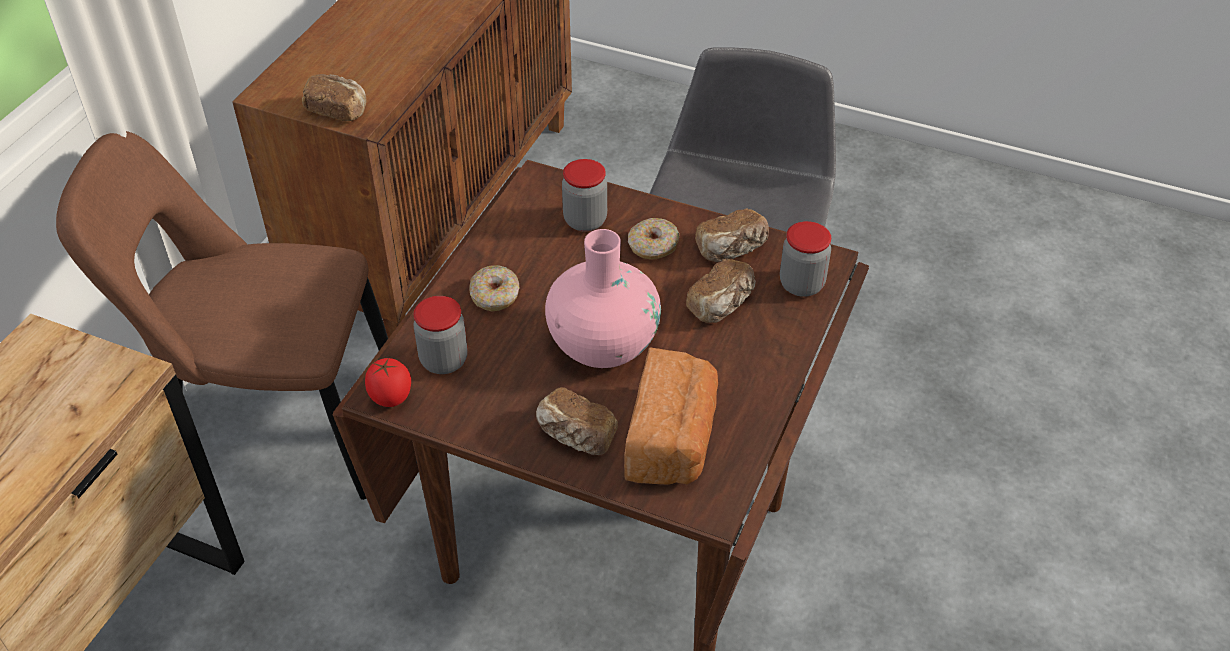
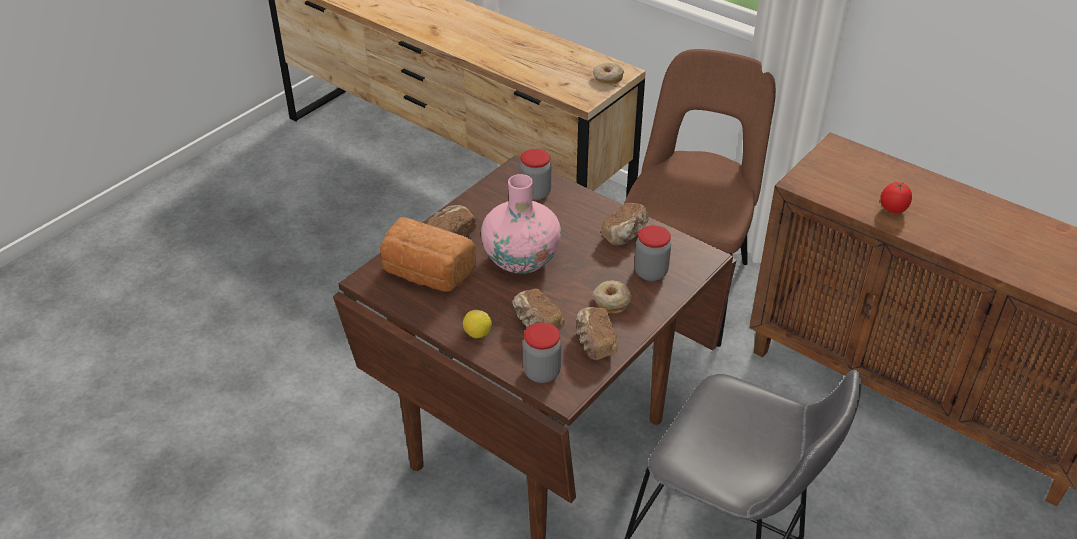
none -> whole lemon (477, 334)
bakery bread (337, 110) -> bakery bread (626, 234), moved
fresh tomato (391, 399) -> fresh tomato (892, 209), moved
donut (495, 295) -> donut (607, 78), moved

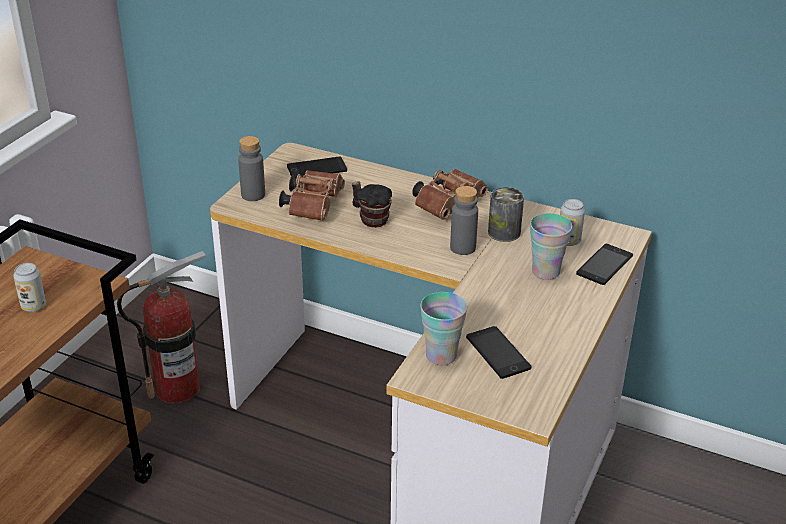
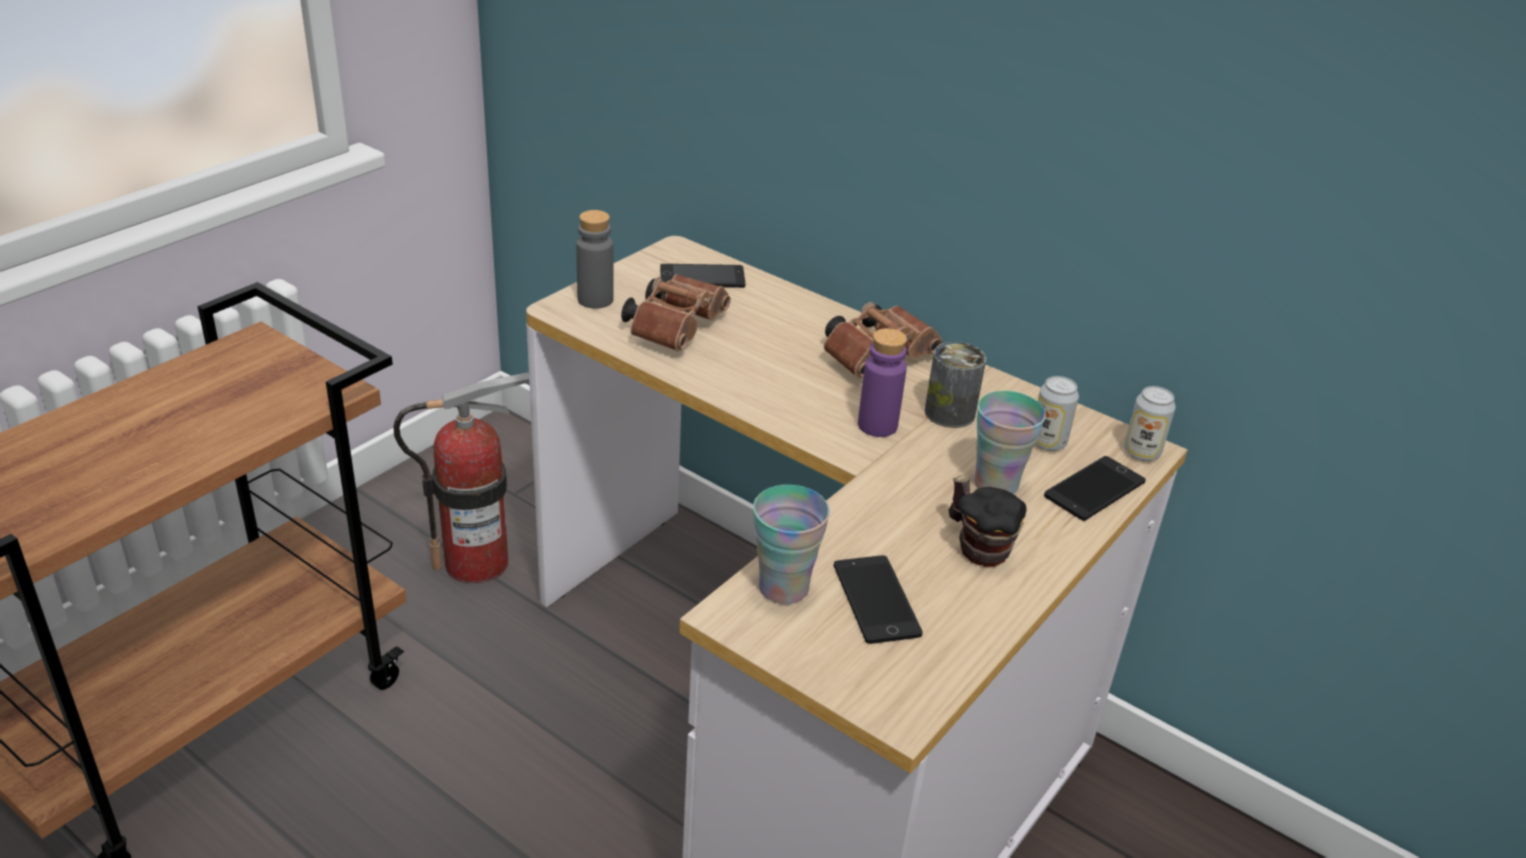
can (34, 306) -> can (1141, 452), moved
tea mug (370, 219) -> tea mug (977, 547), moved
beverage bottle/grey (463, 248) -> beverage bottle/purple-coloured (877, 425)

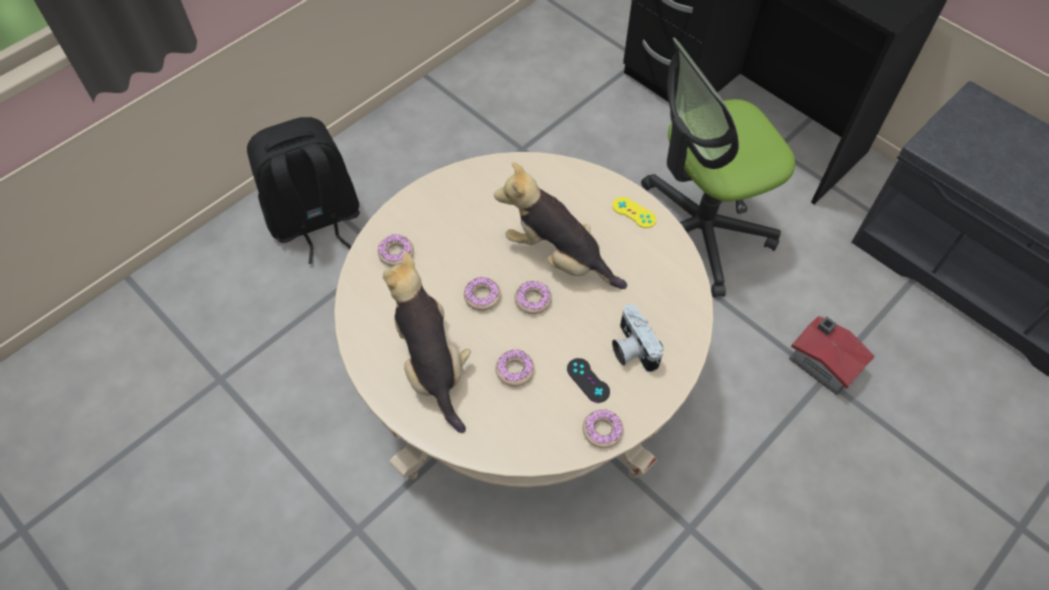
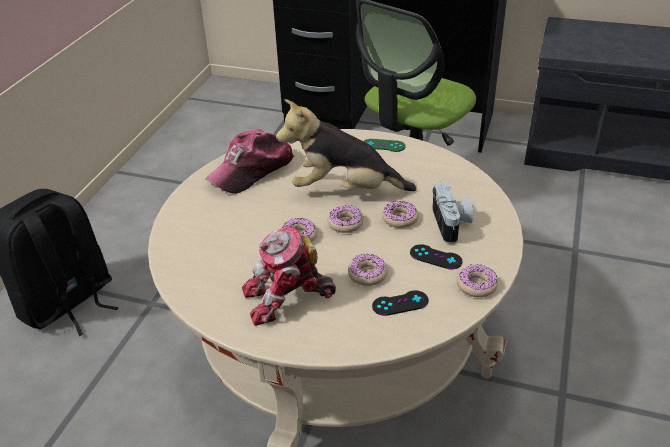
toy house (823, 362) -> none
none -> cap (252, 170)
none -> joypad/black (400, 303)
donut (396, 253) -> donut (400, 218), moved
cuddly toy (431, 364) -> toy robot (287, 298)
joypad/yellowish (634, 212) -> joypad/greenish (383, 145)
still camera (631, 348) -> still camera (452, 224), 135 degrees counterclockwise

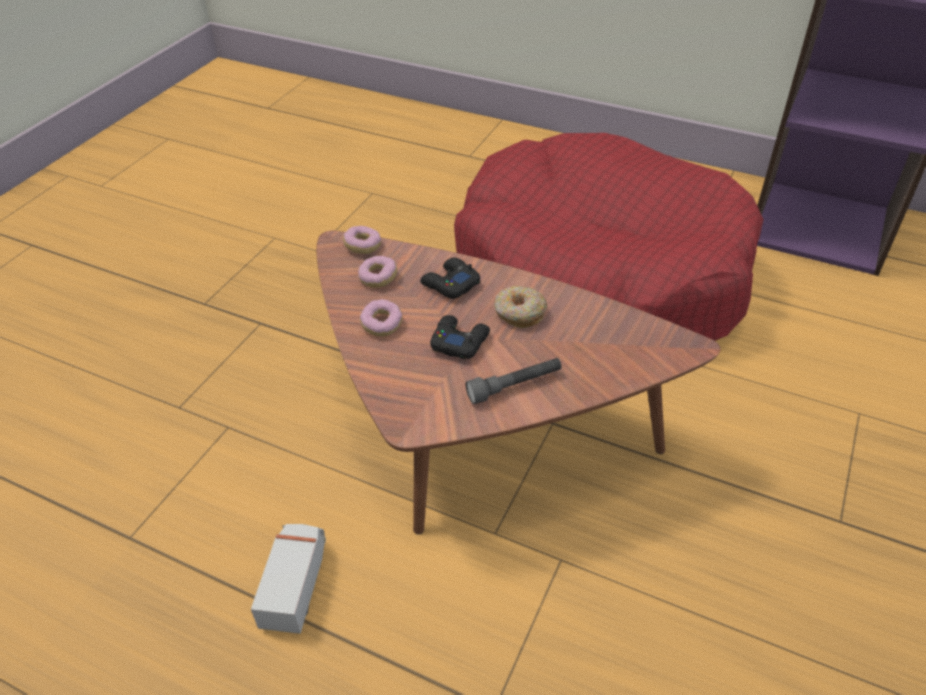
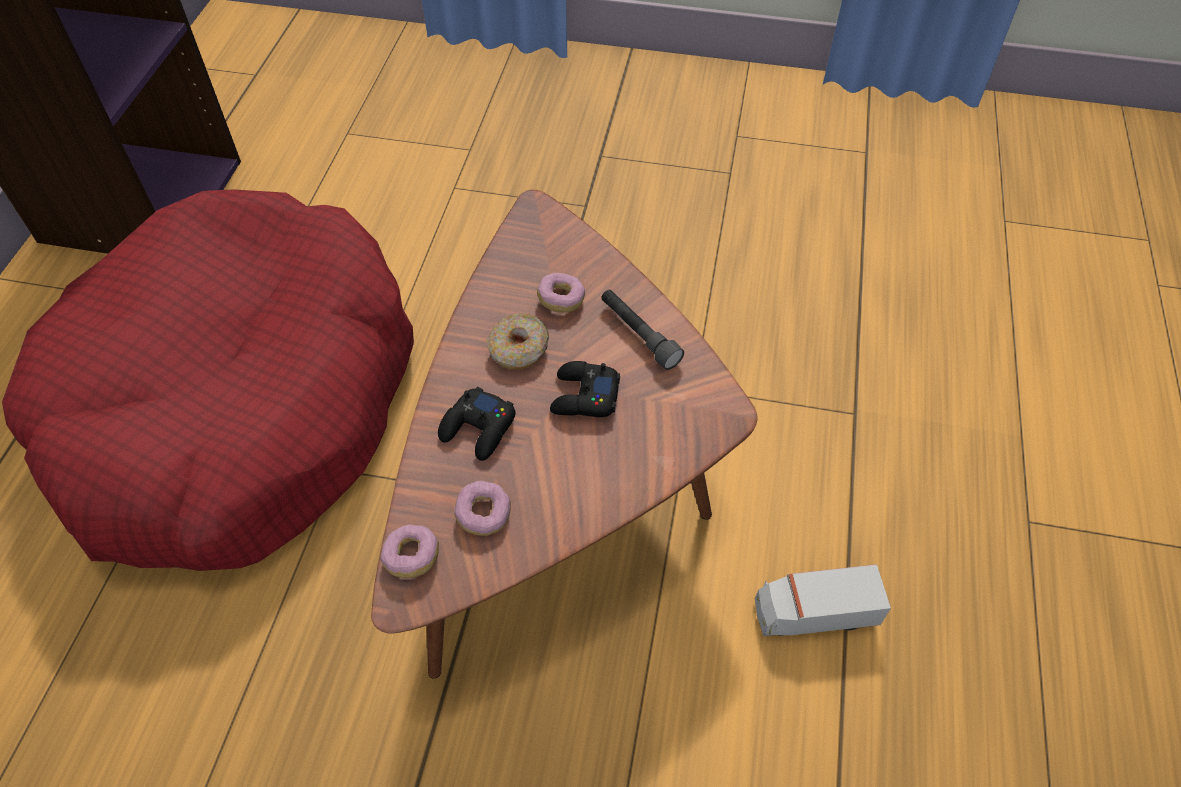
donut (381, 325) -> donut (561, 300), moved

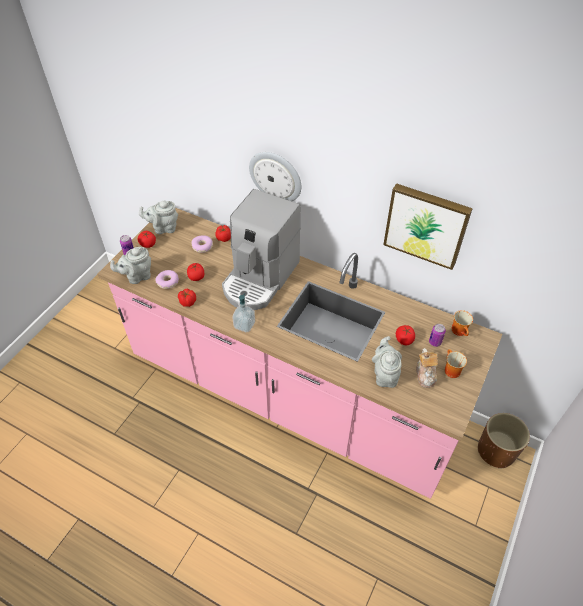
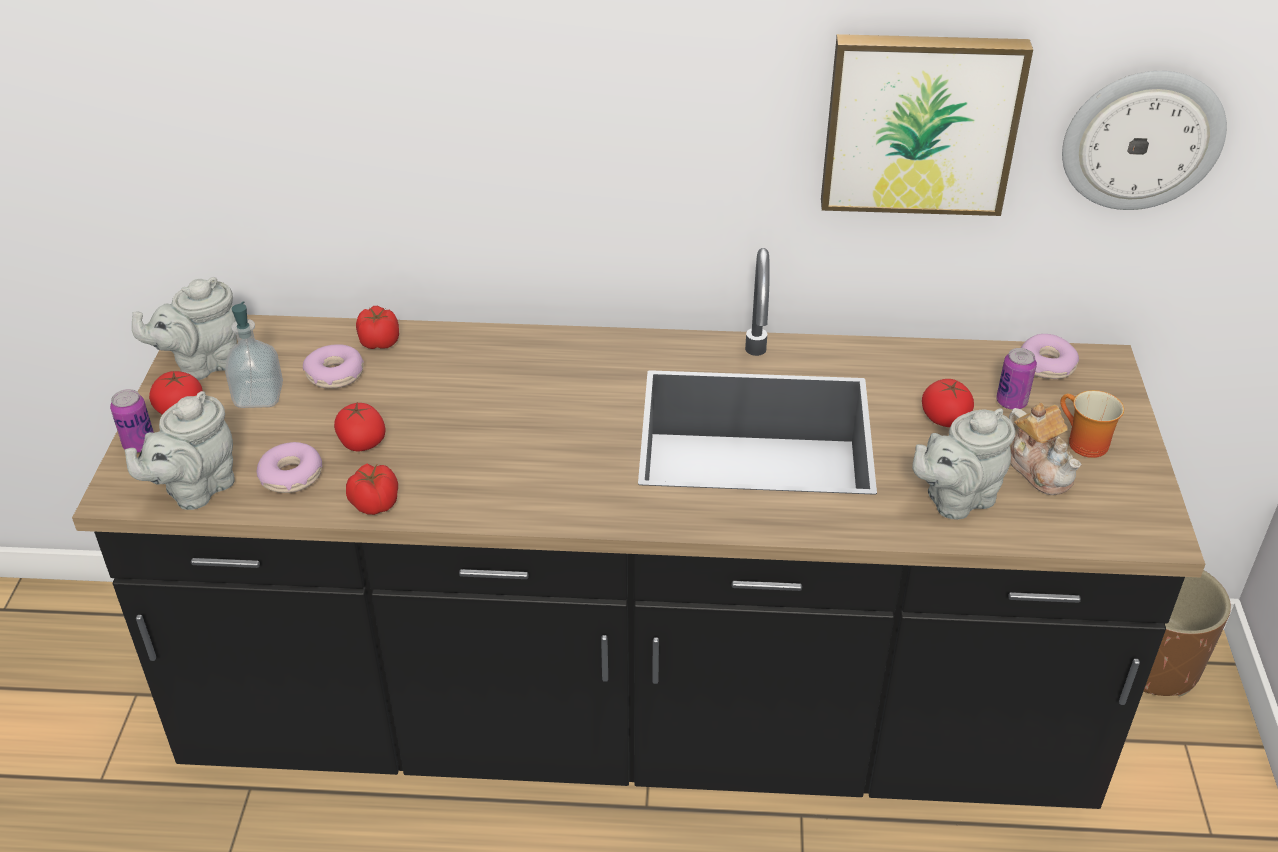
coffee brewer (260, 278) -> none
soap dispenser (244, 325) -> soap dispenser (259, 396), moved
wall clock (276, 176) -> wall clock (1142, 139), moved
tea mug (460, 331) -> donut (1046, 365)
kitchen base unit/pinkish (291, 393) -> kitchen base unit/black (639, 715)
teapot/grey (385, 374) -> teapot/grey (955, 499), 90 degrees counterclockwise

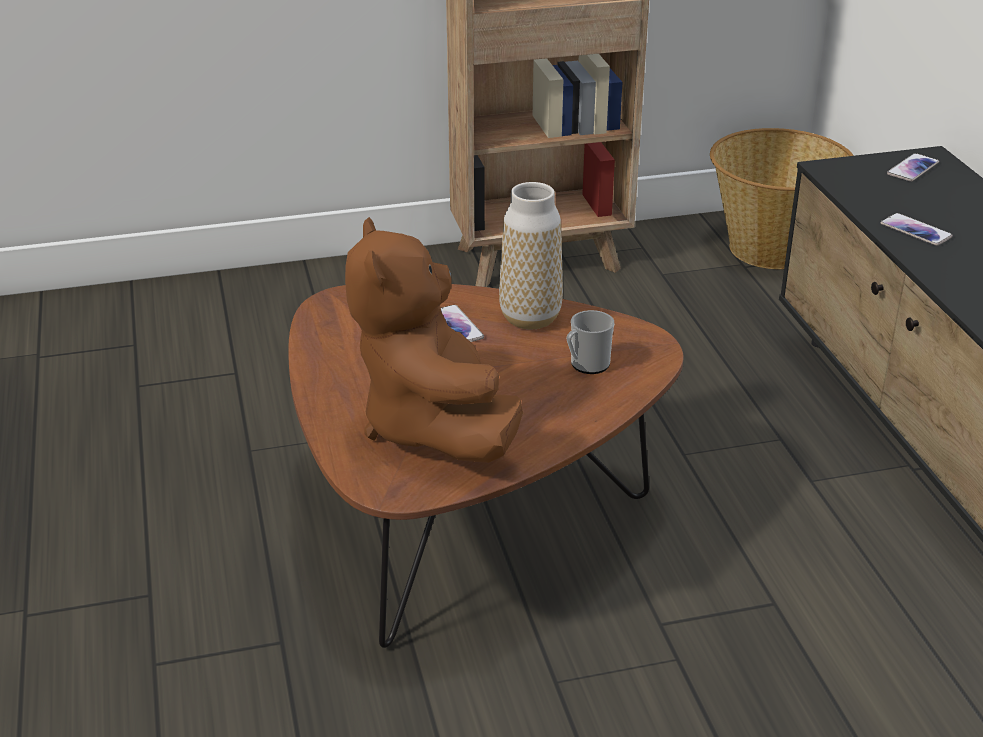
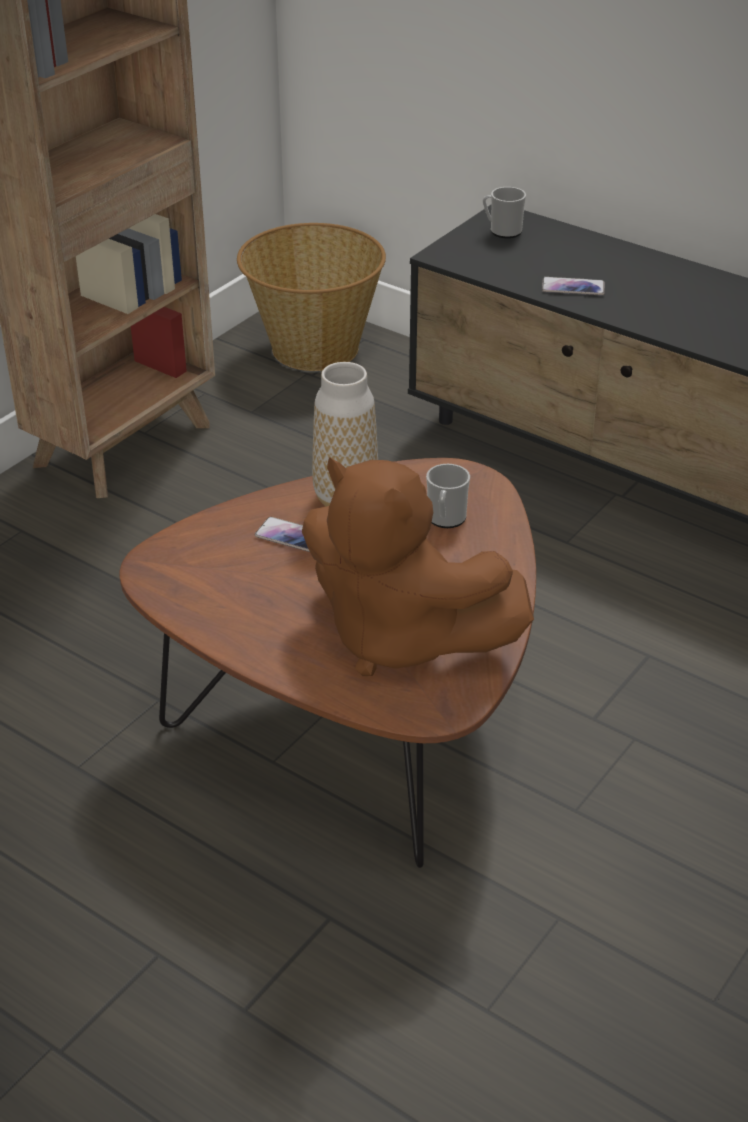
telephone (912, 168) -> tea mug (502, 231)

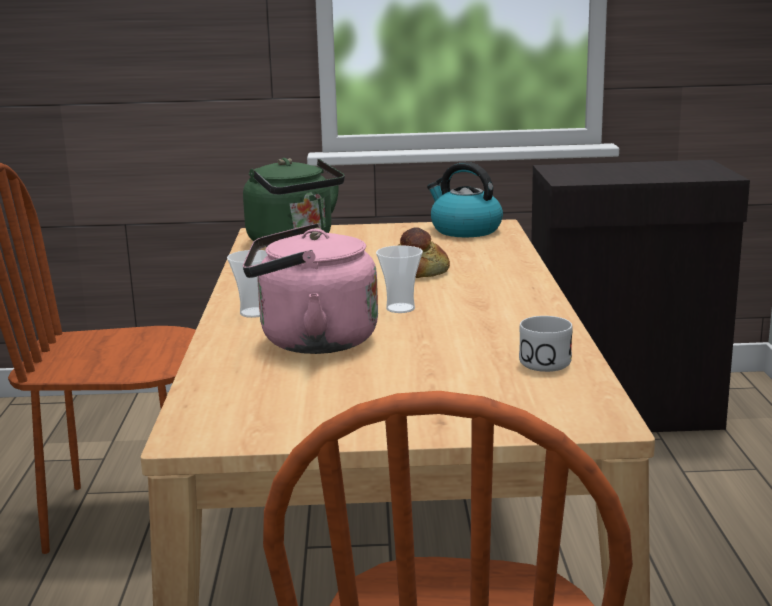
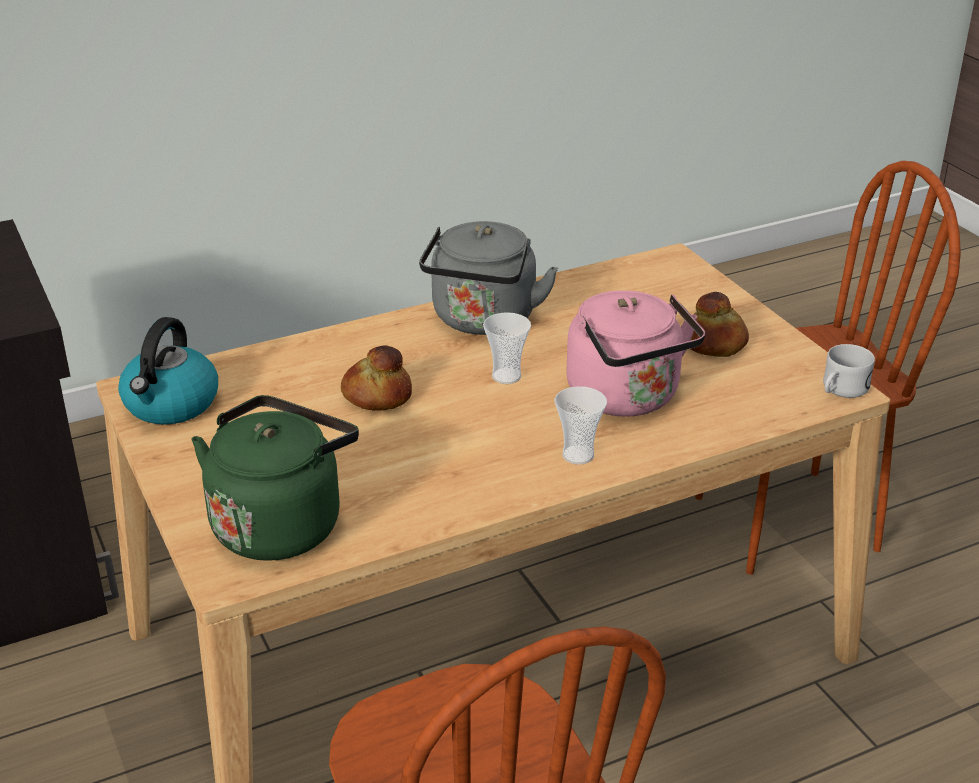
none -> water kettle/grey (483, 321)
none -> bakery bread (715, 343)
tea mug/white-coloured (540, 360) -> tea mug/white-coloured (841, 390), moved

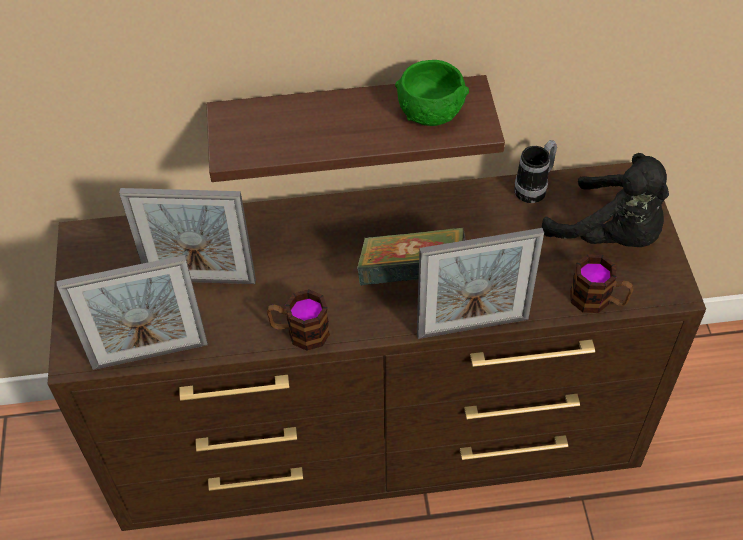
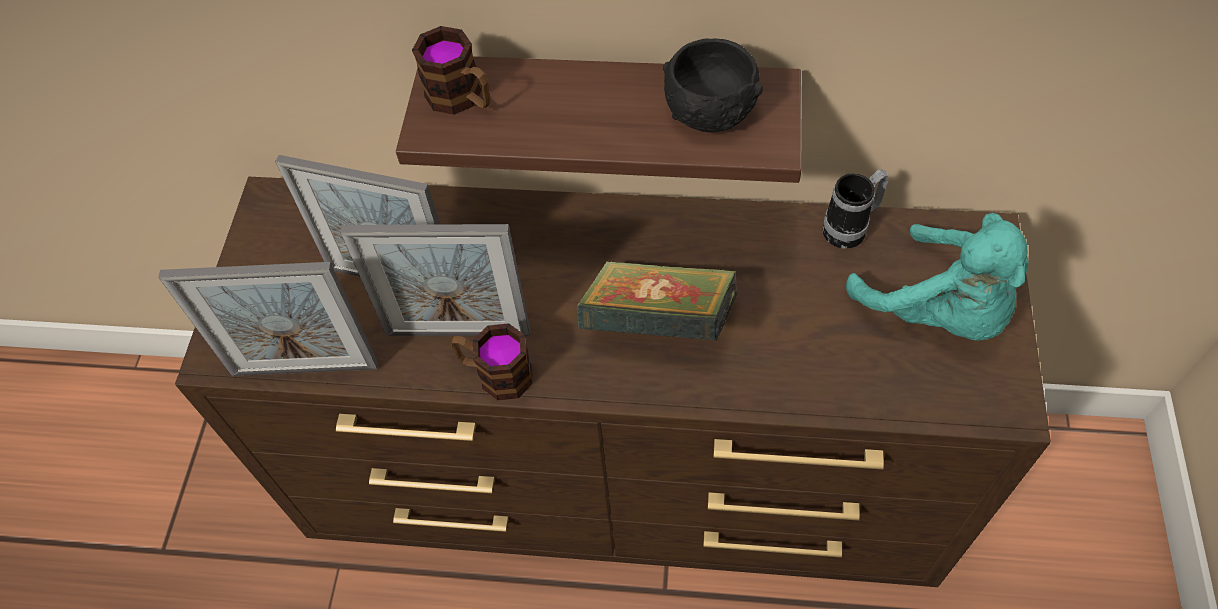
photo frame (472, 326) -> photo frame (458, 332), moved
tea mug (598, 300) -> tea mug (462, 99), moved
deep dish/greenish (430, 111) -> deep dish/black (710, 110)
cuddly toy/black (610, 235) -> cuddly toy/blue-green (939, 311)

